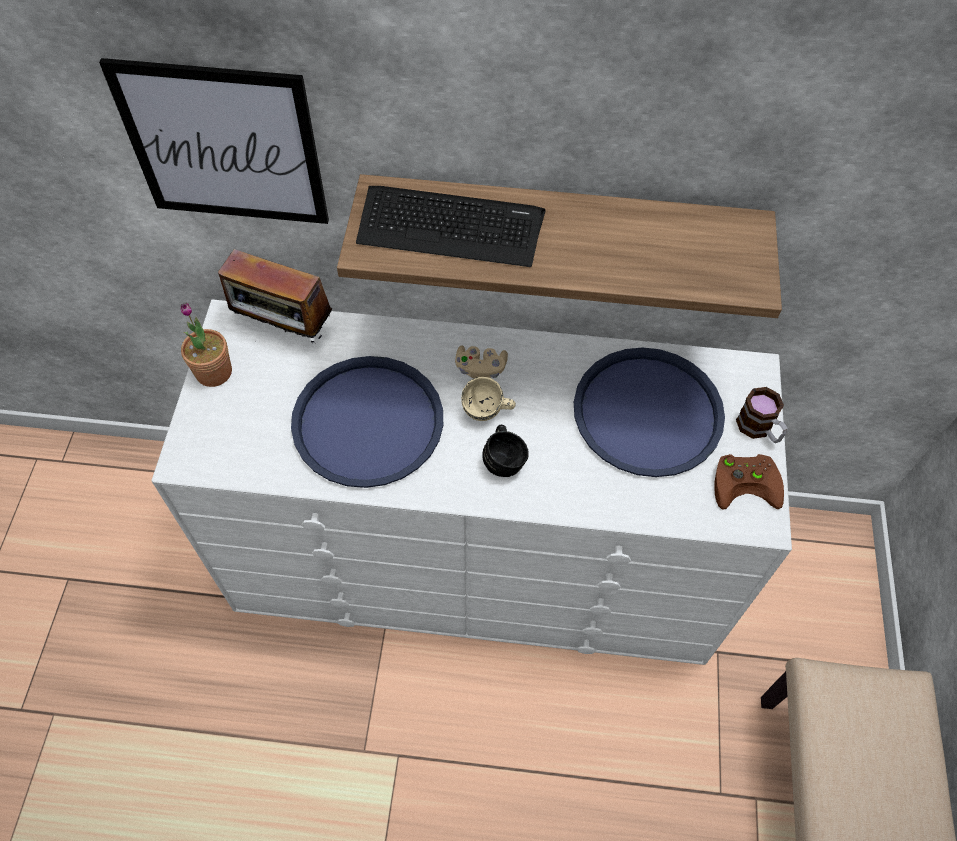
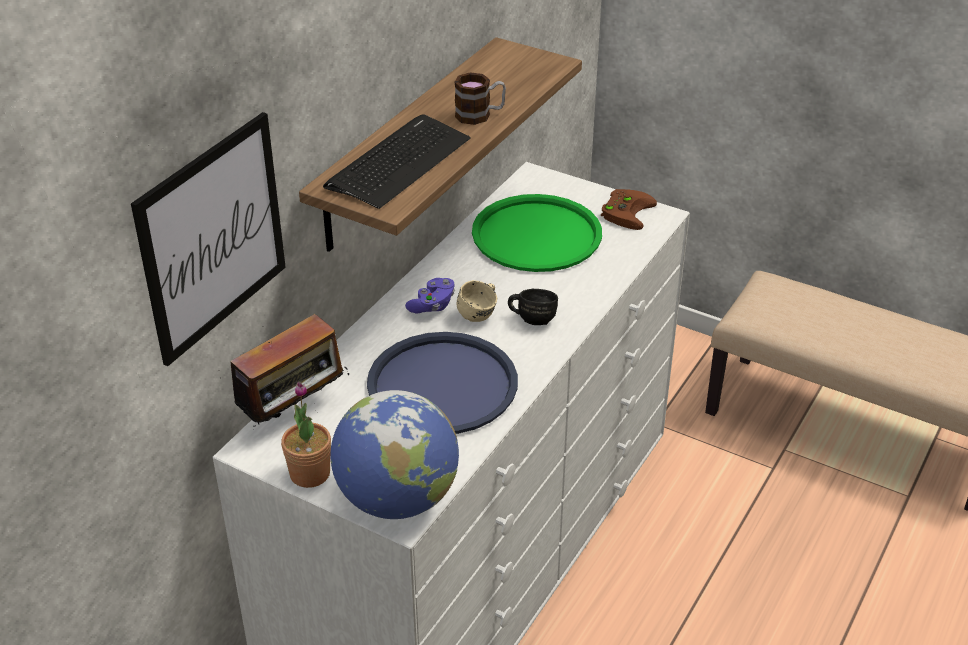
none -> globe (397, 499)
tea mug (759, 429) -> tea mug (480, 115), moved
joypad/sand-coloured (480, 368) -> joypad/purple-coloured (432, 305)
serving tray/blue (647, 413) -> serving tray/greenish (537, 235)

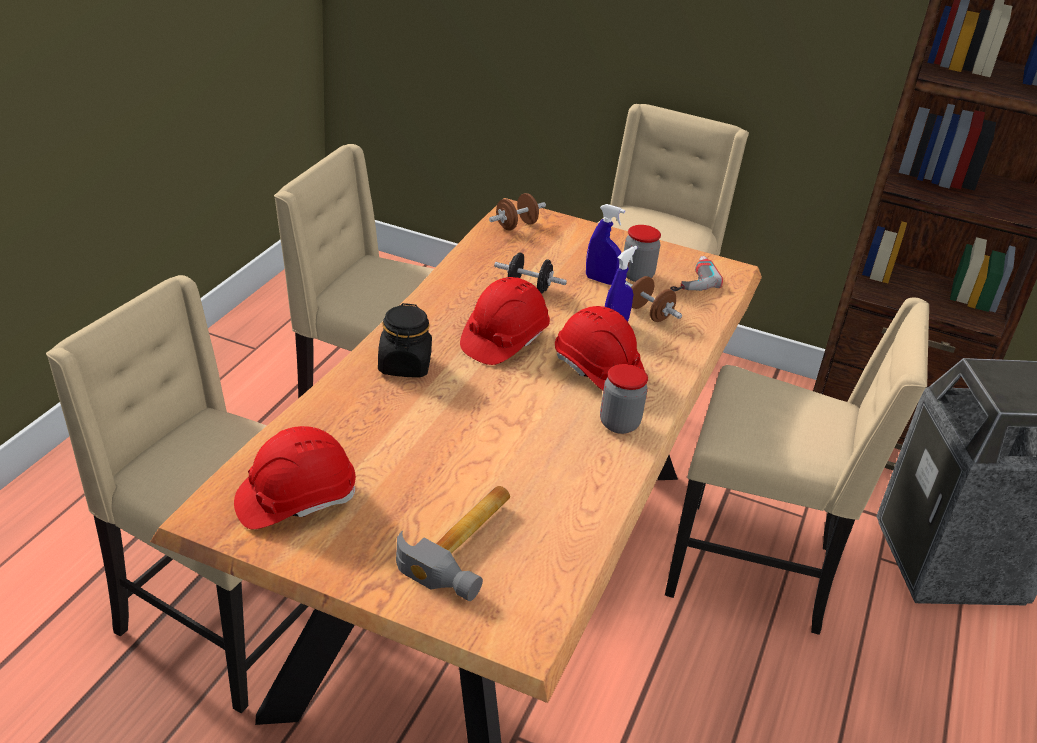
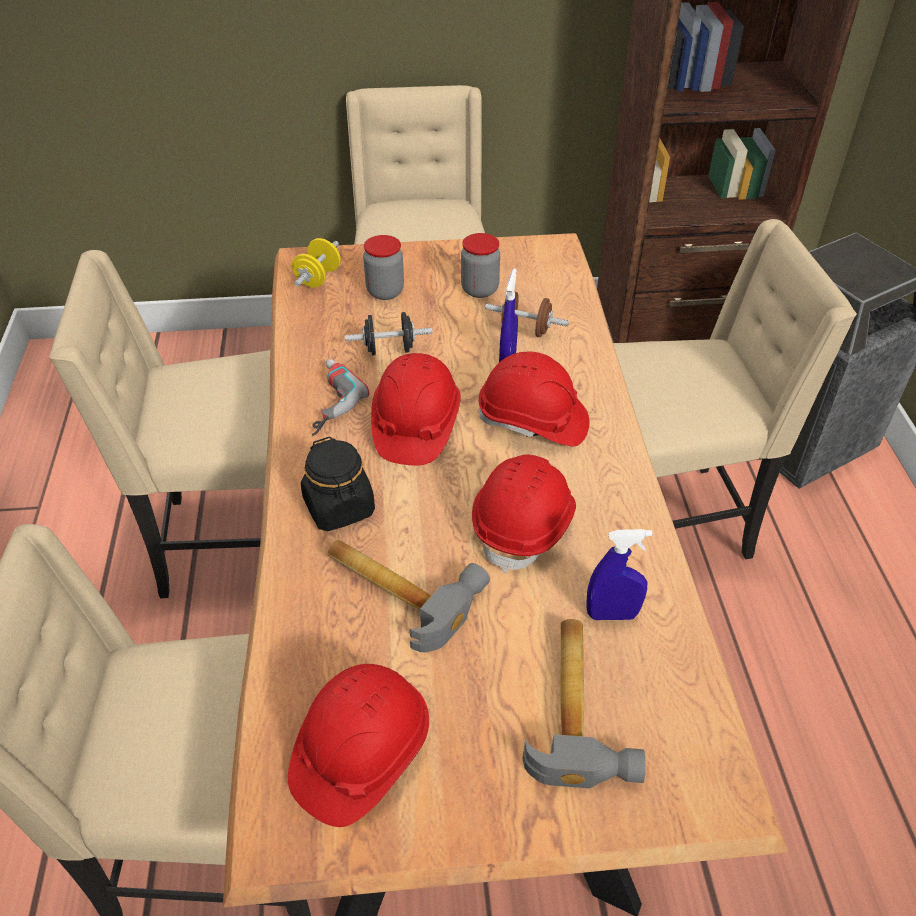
none -> tool hammer (400, 587)
none -> hard hat/red-coloured (525, 525)
sprayer/blue (600, 280) -> sprayer/blue (612, 614), moved
preserve jar (619, 424) -> preserve jar (385, 291), moved
electric drill (686, 280) -> electric drill (324, 401), moved
dumbbell/brown (516, 225) -> dumbbell/yellowish (318, 278)

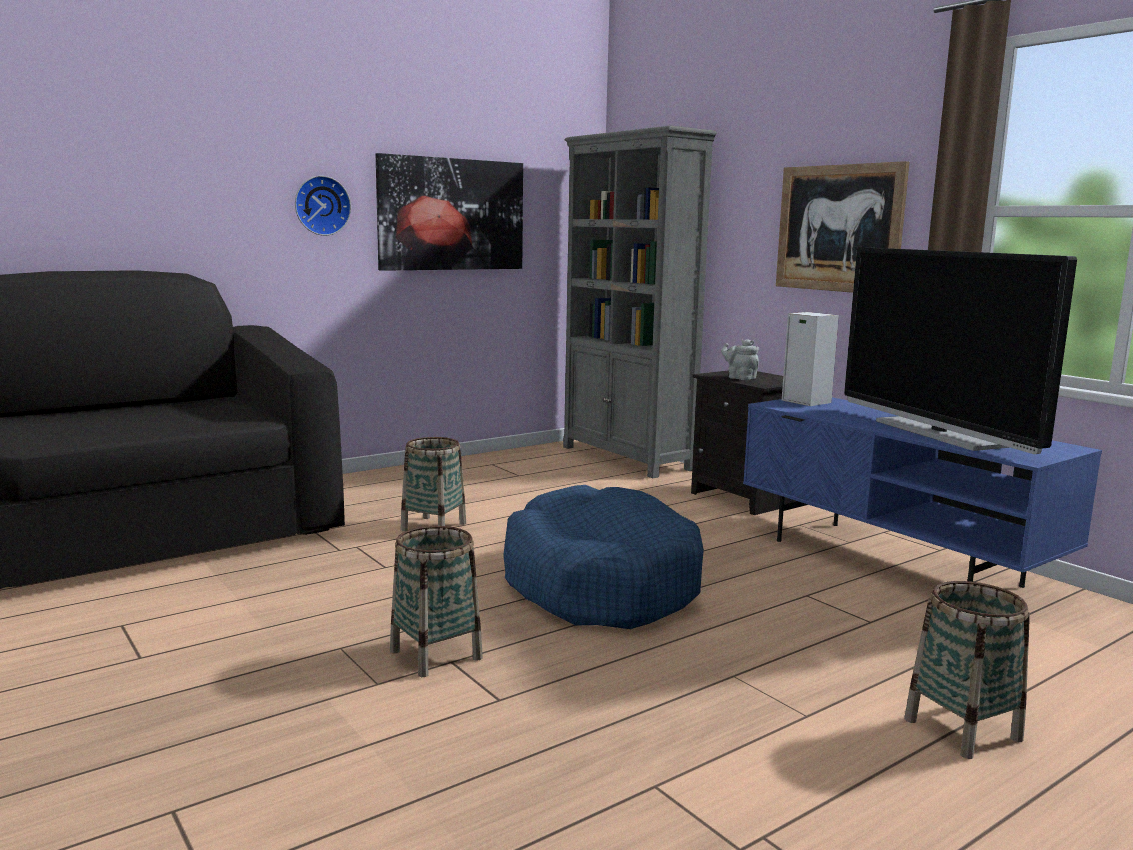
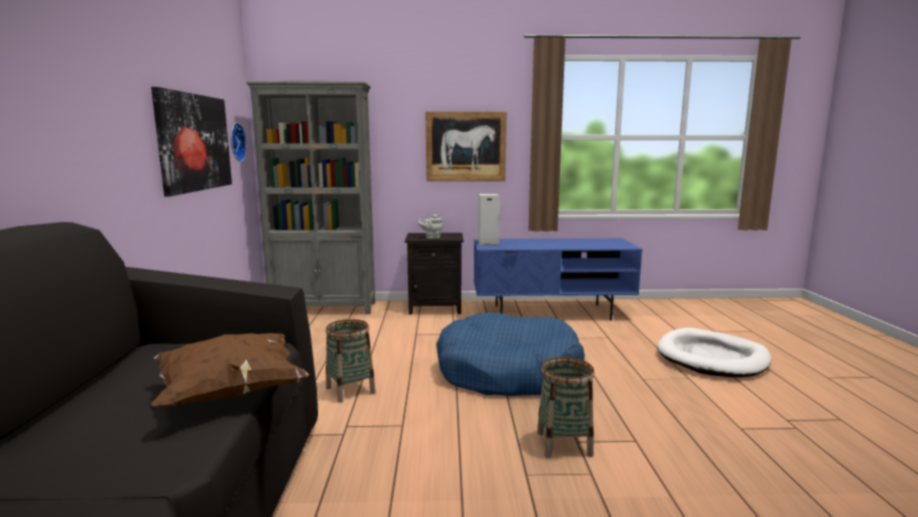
TV (938, 433) -> none
none -> throw pillow/brown (231, 393)
wall clock (321, 205) -> wall clock (235, 142), moved
basket (963, 730) -> pet bed/white-coloured (712, 358)

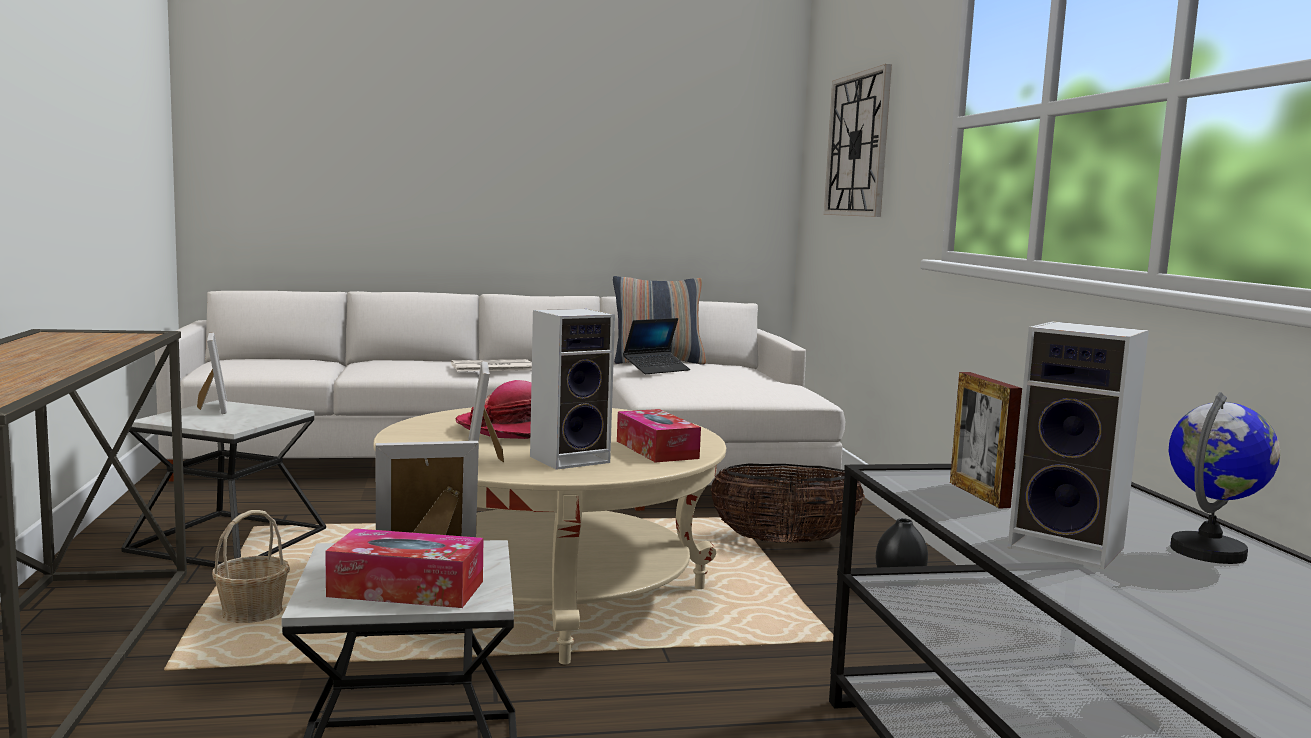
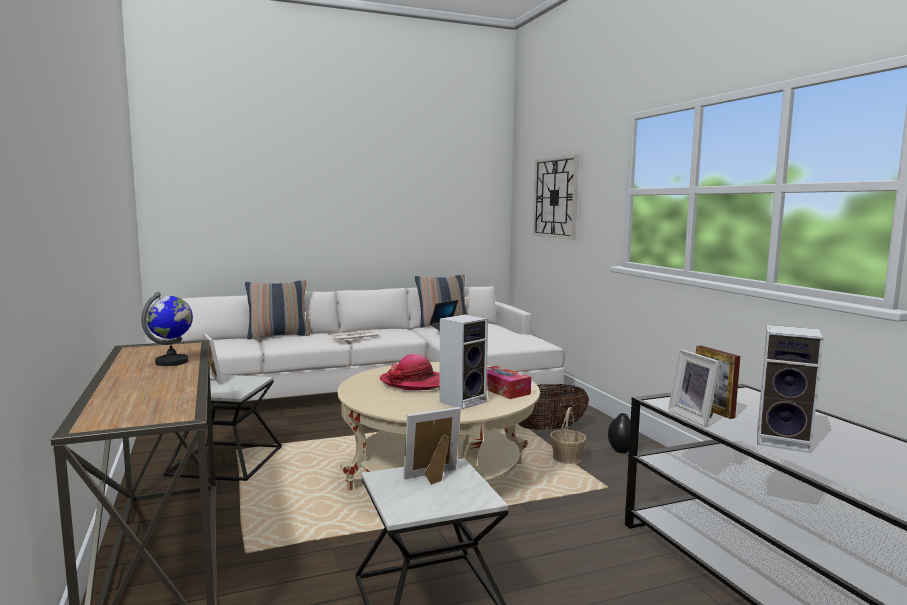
tissue box (406, 589) -> none
none -> throw pillow (278, 335)
basket (253, 613) -> basket (567, 458), moved
photo frame (485, 459) -> photo frame (695, 417), moved
globe (1209, 552) -> globe (172, 362), moved

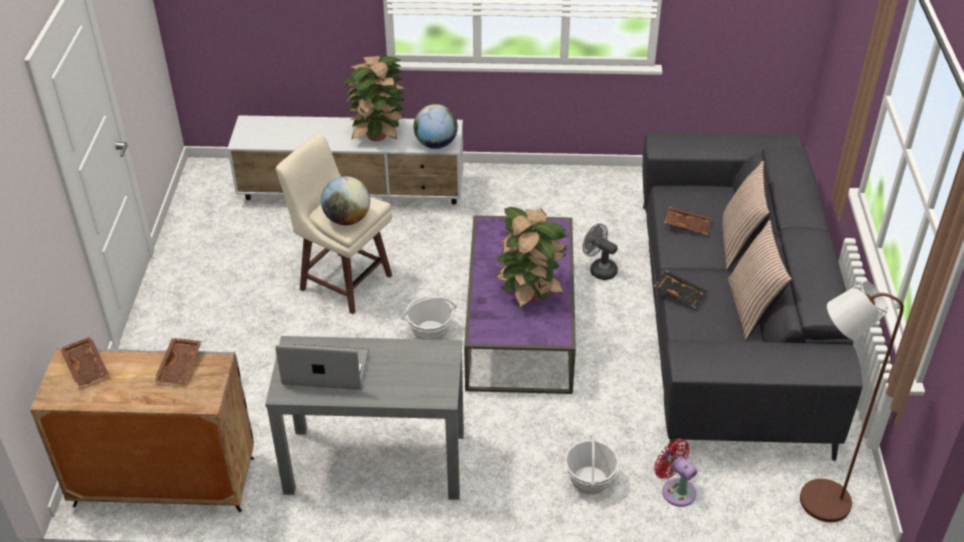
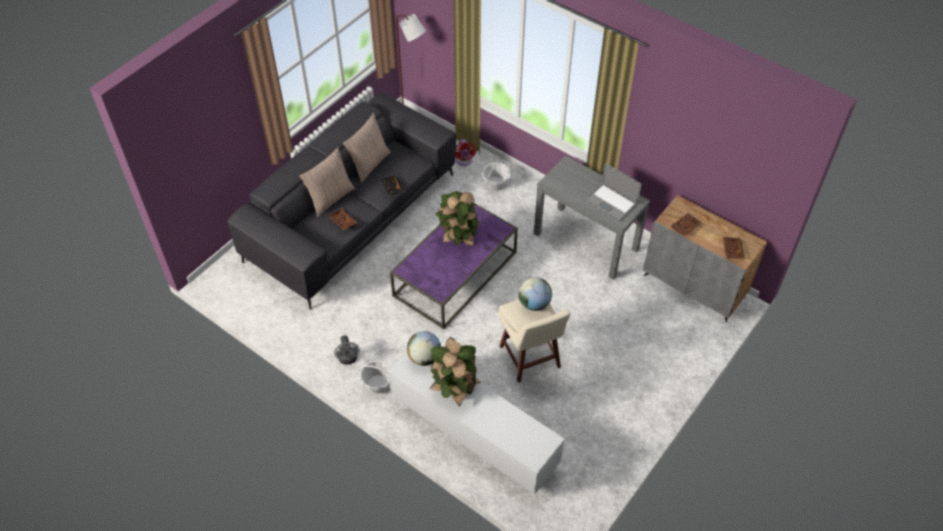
basket (430, 332) -> basket (378, 384), moved
electric fan/grey (599, 269) -> electric fan/grey (348, 359), moved

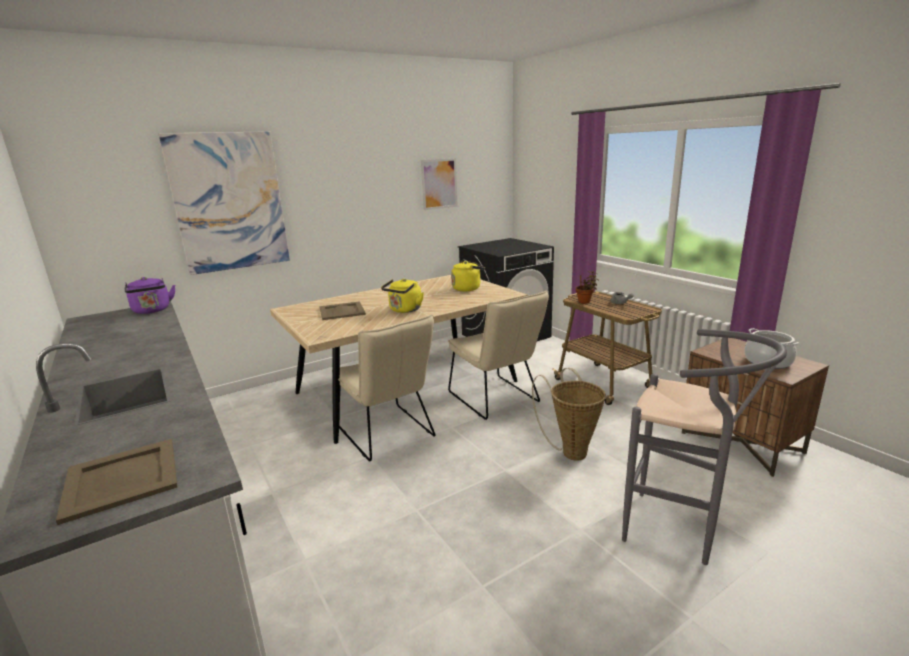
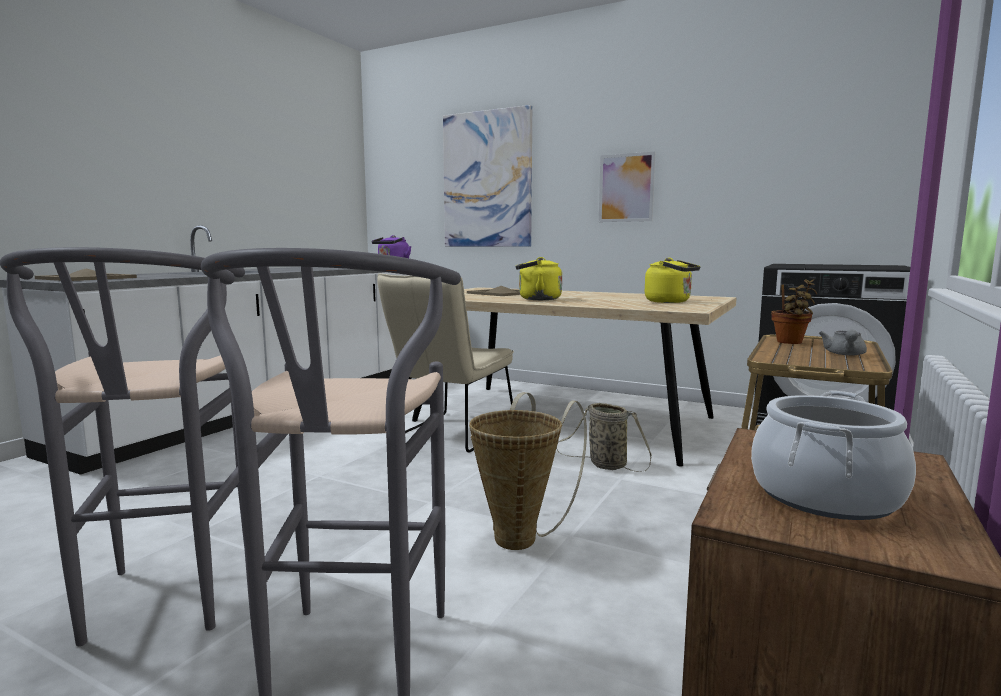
none -> stool seat/grey (162, 608)
picture (439, 184) -> picture (626, 188), moved
chair/sand-coloured (496, 399) -> basket (604, 465)

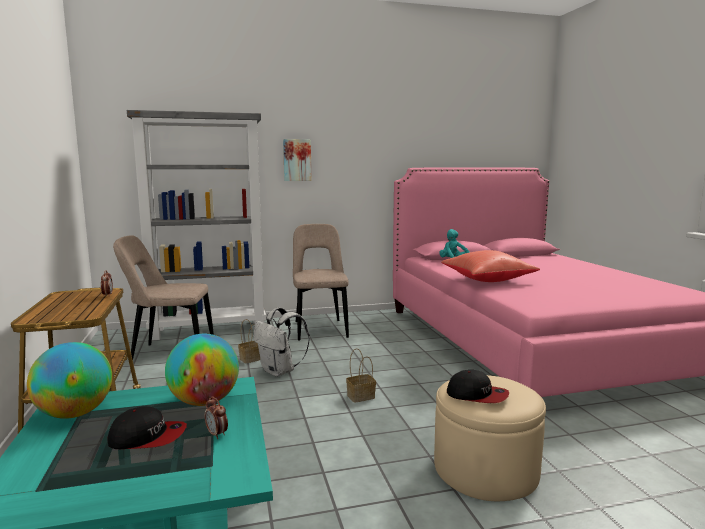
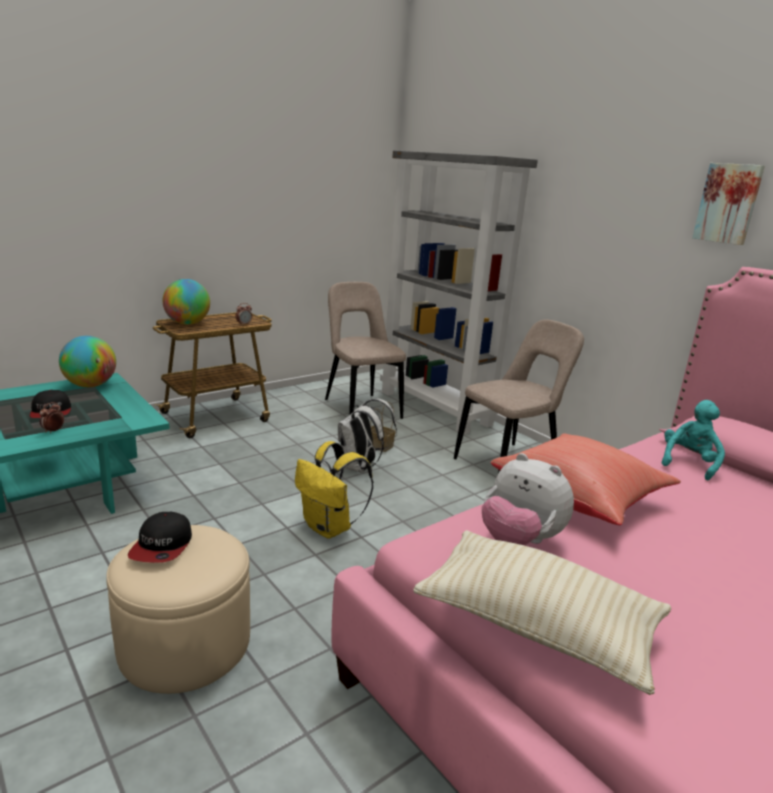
none -> throw pillow/sand-coloured (537, 626)
none -> cuddly toy (519, 541)
globe (204, 402) -> globe (187, 324), moved
picture (297, 160) -> picture (728, 203), moved
basket (361, 396) -> rucksack/yellowish (330, 528)

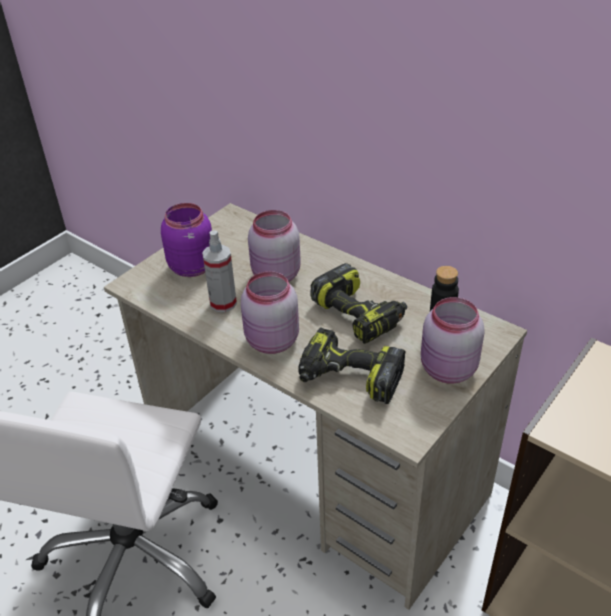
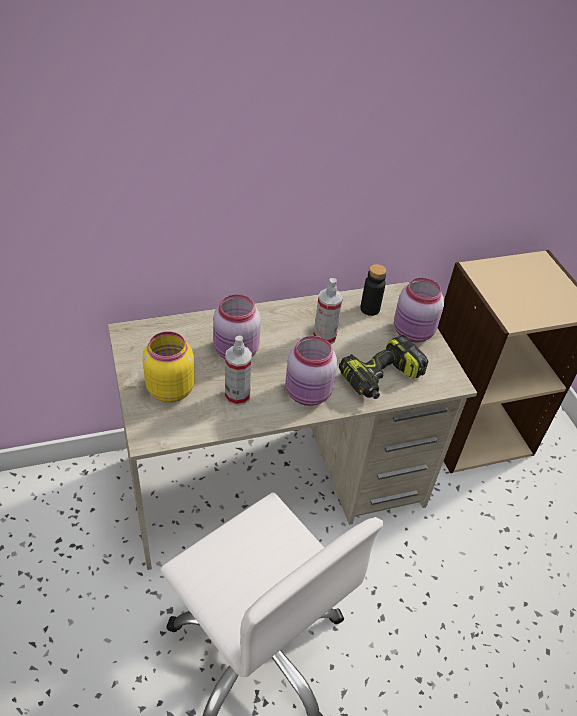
electric drill (360, 314) -> sprayer (324, 337)
preserve jar/purple-coloured (192, 266) -> preserve jar/yellowish (169, 389)

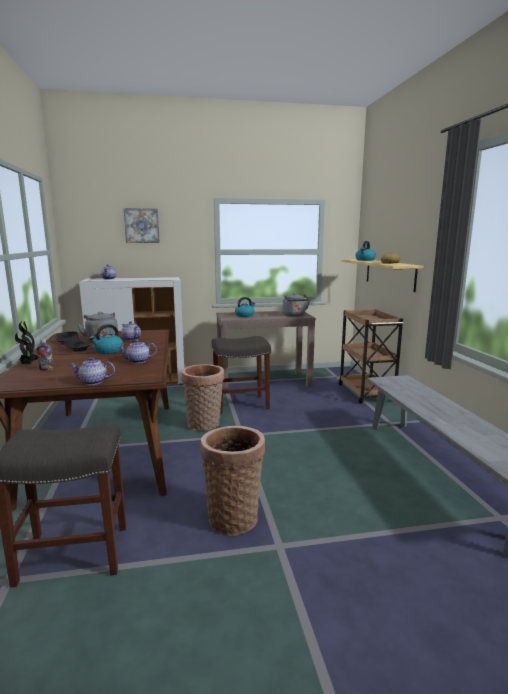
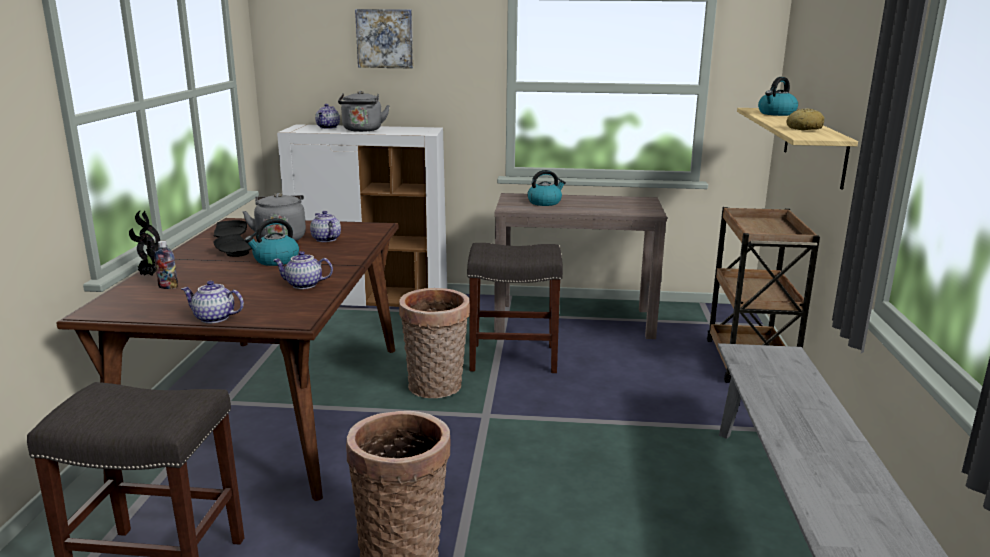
water kettle/grey (294, 315) -> water kettle/grey (362, 130), moved

